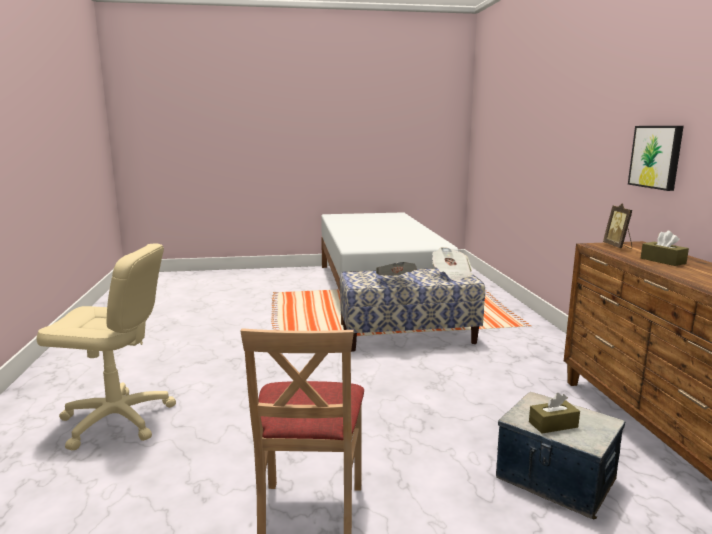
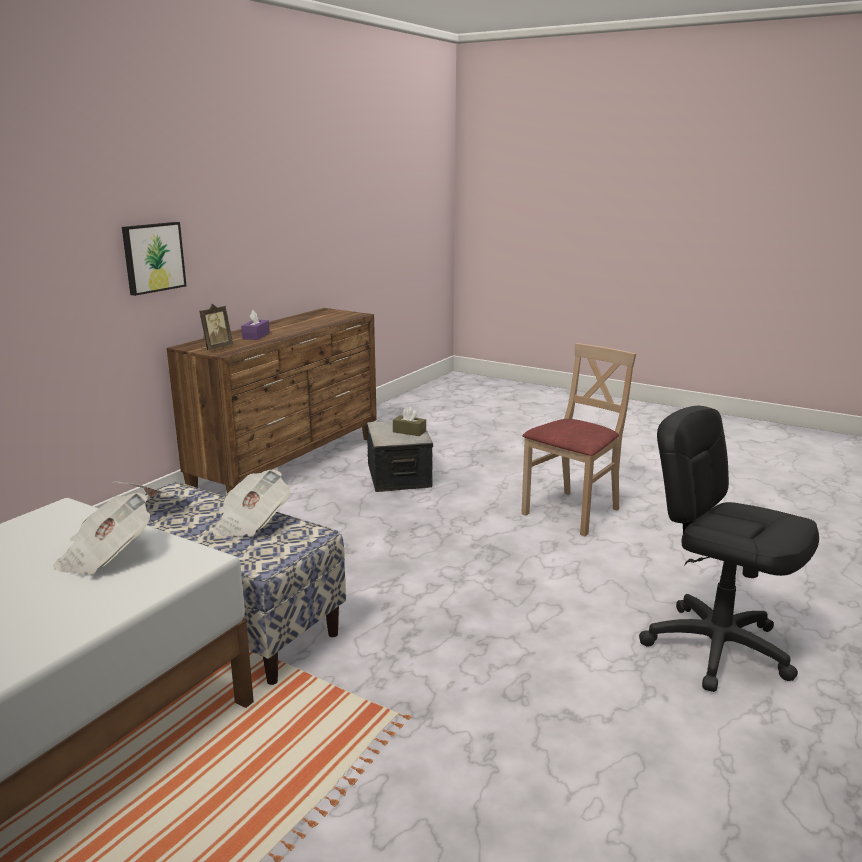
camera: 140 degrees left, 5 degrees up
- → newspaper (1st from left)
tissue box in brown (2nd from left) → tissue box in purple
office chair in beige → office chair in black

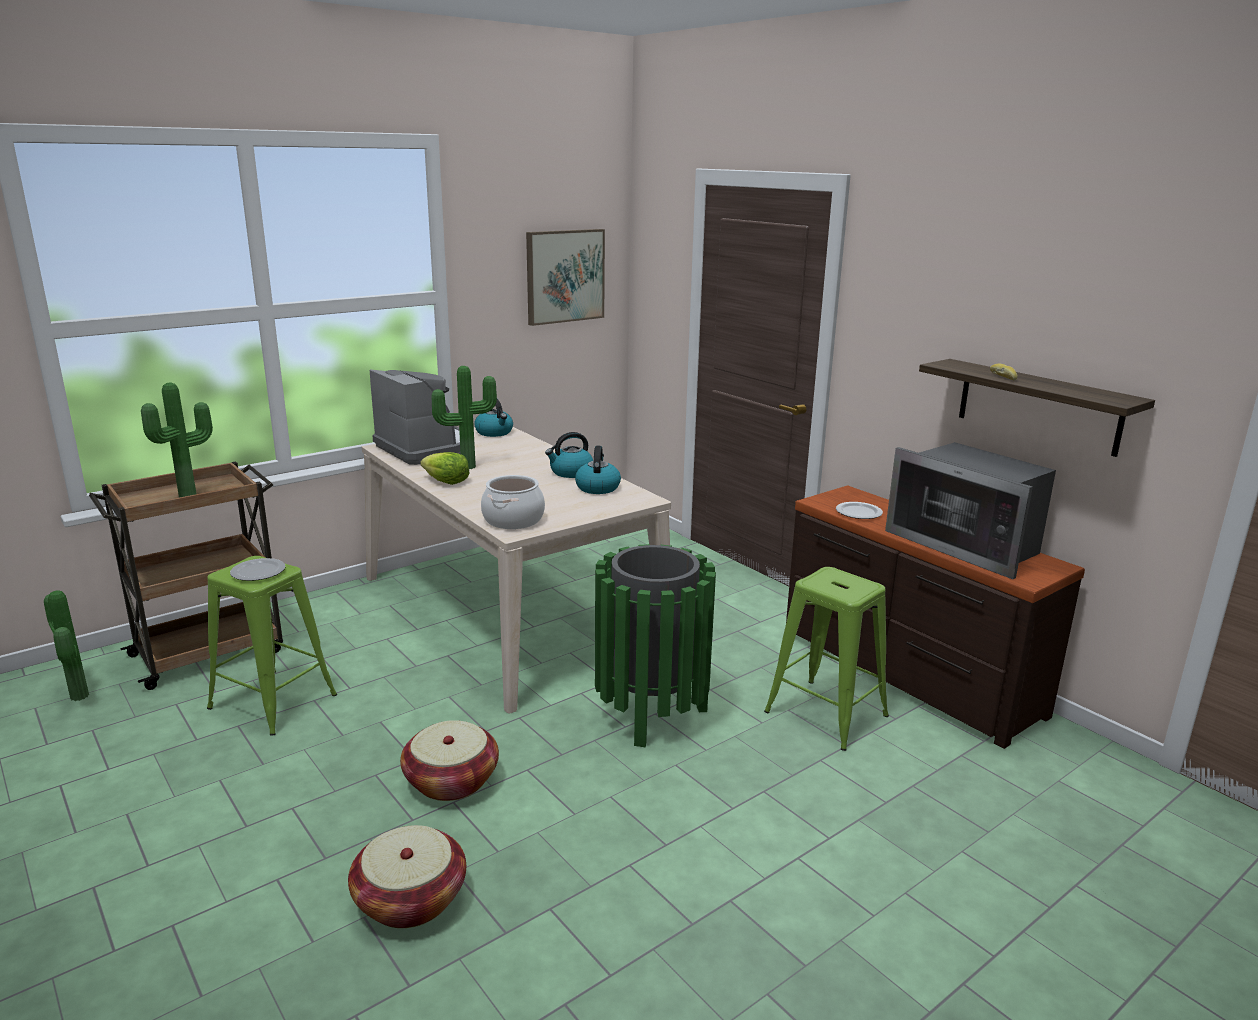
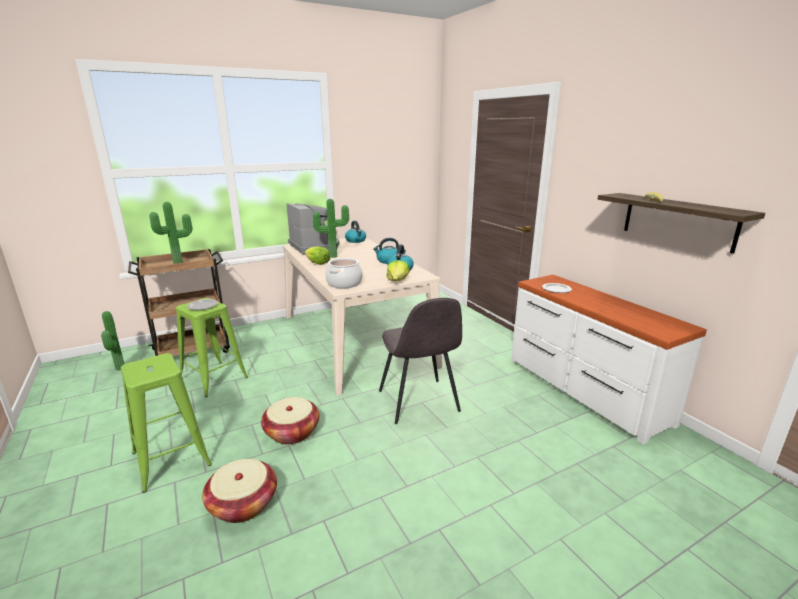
camera: 10 degrees right, 0 degrees up
stool in green (2nd from left in the first image) → stool in green (1st from left), moved
trash can in green → chair in grey
- → lettuce (2nd from left)
dresser in brown → dresser in white
picture → -
microwave → -

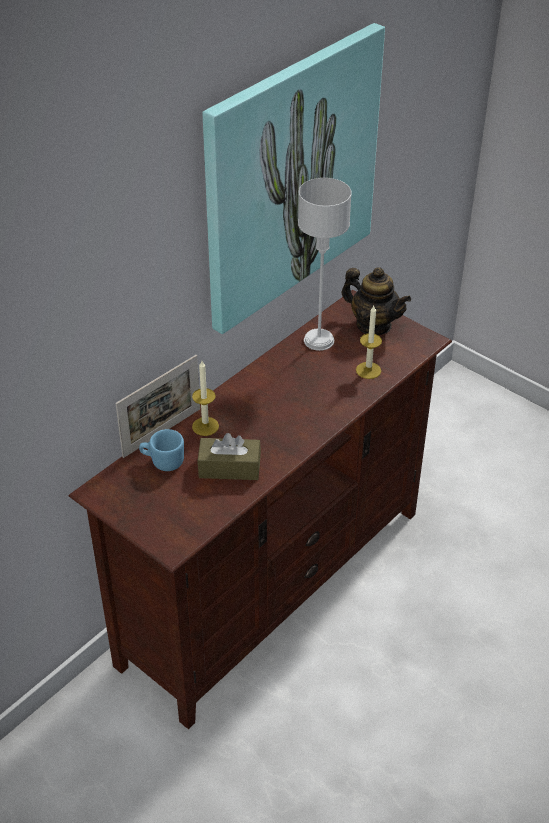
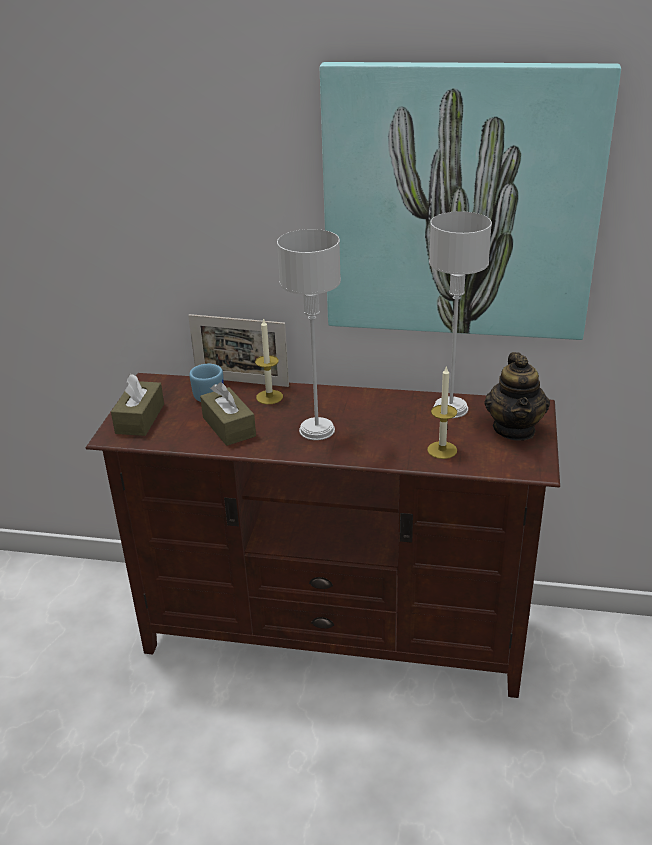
camera: 60 degrees right, 10 degrees down
- → tissue box in brown (1st from left)
- → table lamp in grey (1st from left)

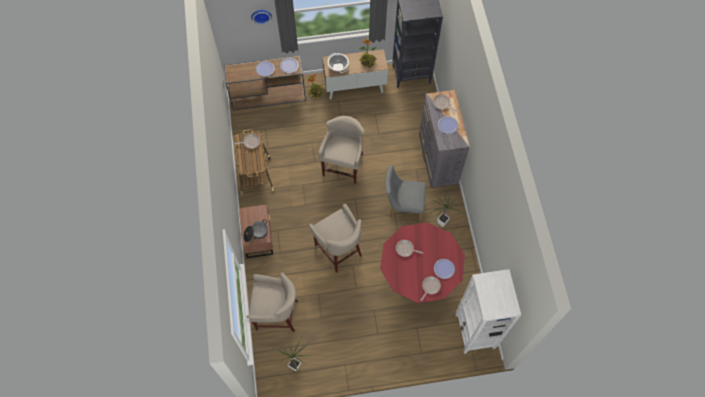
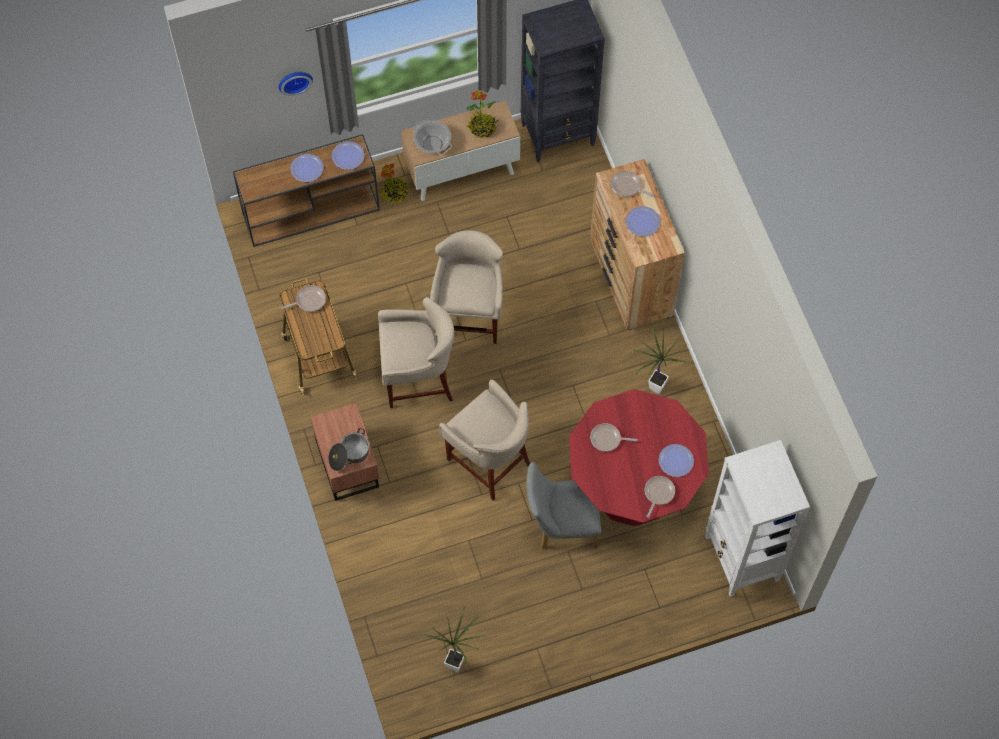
camera: 10 degrees left, 0 degrees up
stool in beige (1st from left), moved
chair in grey, moved
dresser in grey → dresser in brown

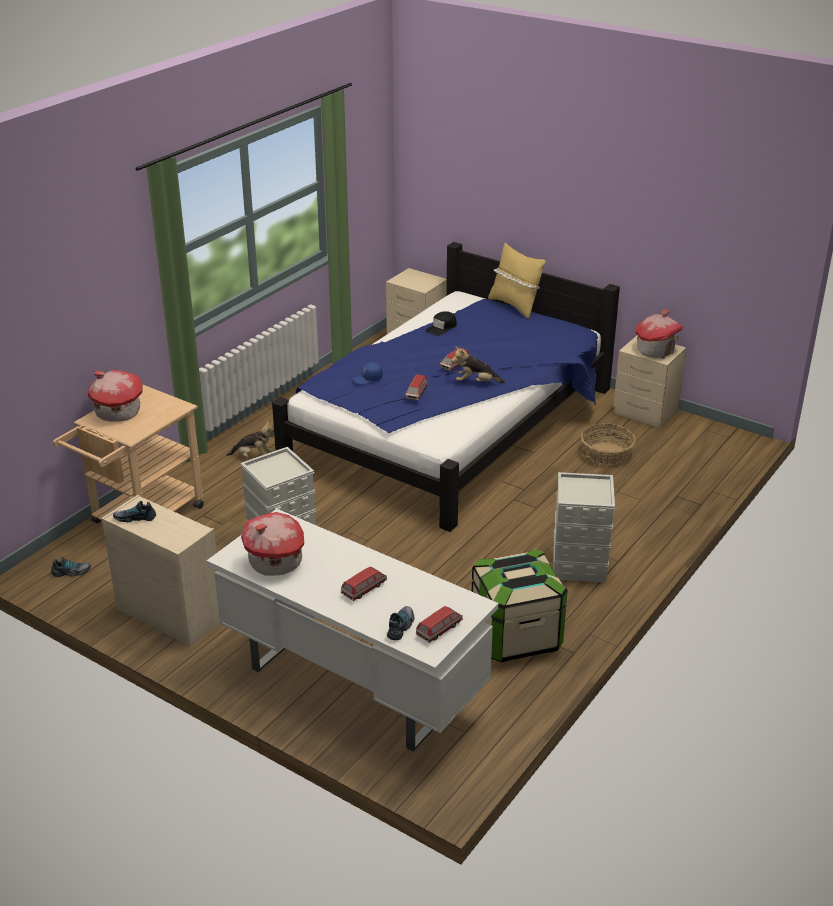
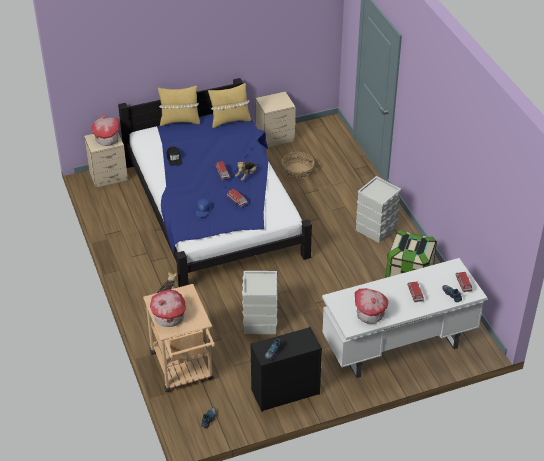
camera: 55 degrees left, 10 degrees up
toy house (3rd from left in the first image) → toy house (1st from left), moved
- → pillow in yellow (2nd from left)
dresser in beige → dresser in black

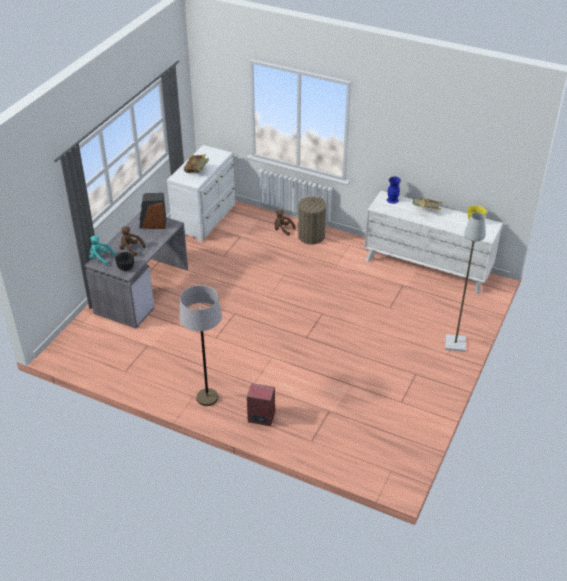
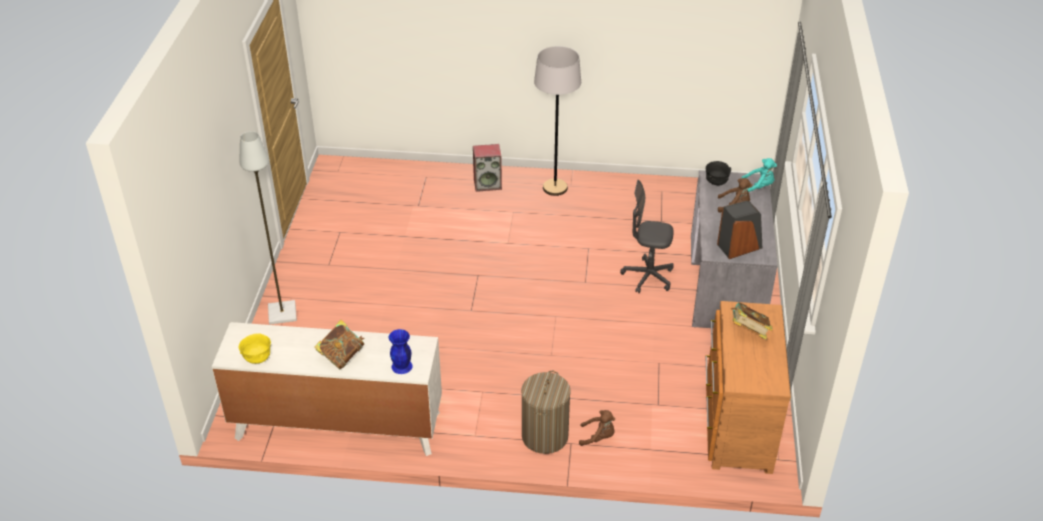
camera: 160 degrees right, 0 degrees up
- → office chair in grey
dresser in white (1st from left) → dresser in brown

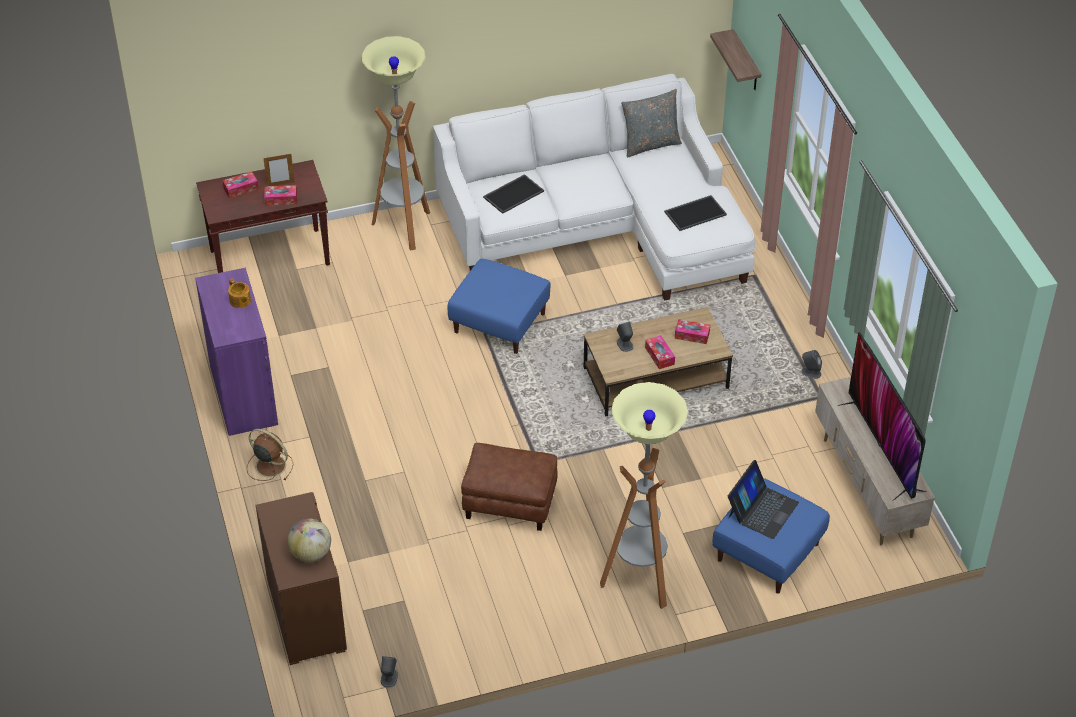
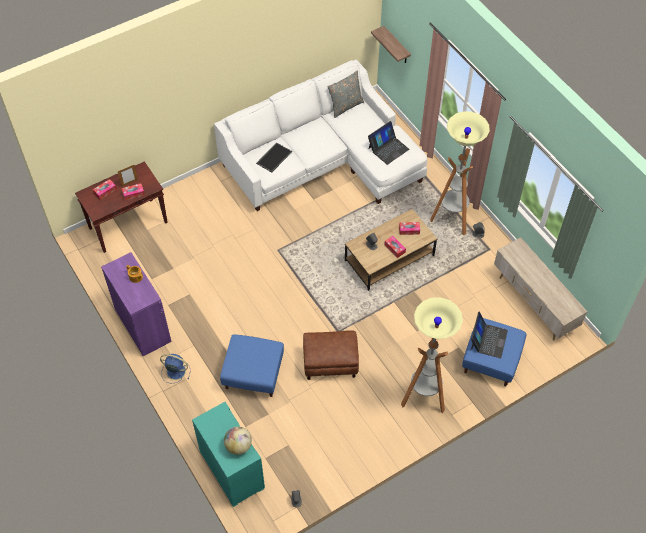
camera: 15 degrees left, 10 degrees up
fan in brown → fan in blue
dresser in brown → dresser in turquoise
ottoman in blue (1st from left), moved
tray (2nd from left) → laptop (1st from left)
floor lamp (1st from left in the first image) → floor lamp (2nd from left), moved
television → -

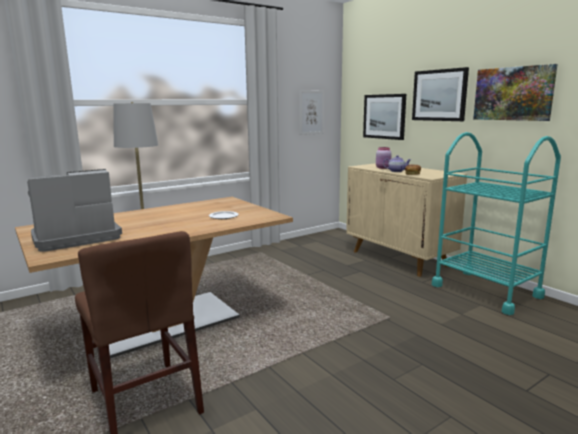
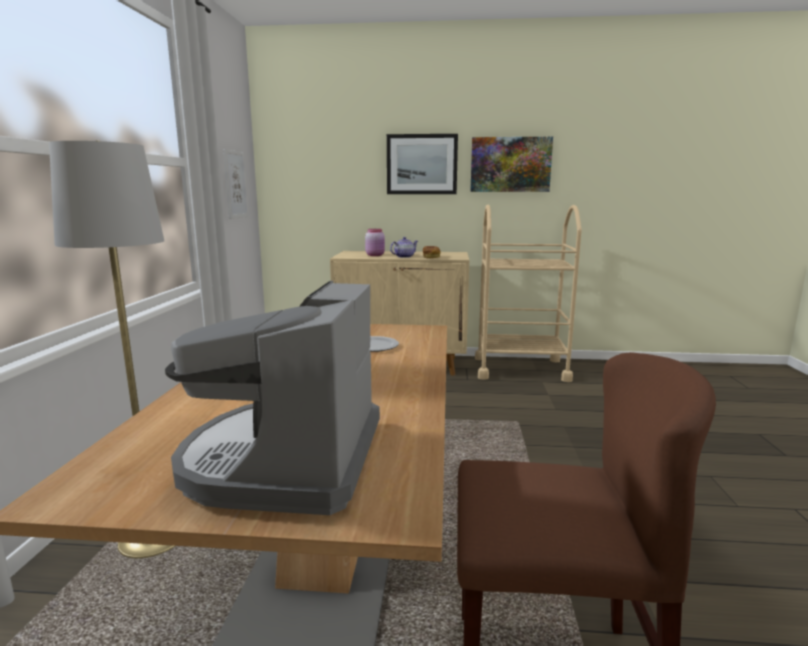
camera: 50 degrees left, 0 degrees up
cart in turquoise → cart in beige
picture (2nd from left) → -

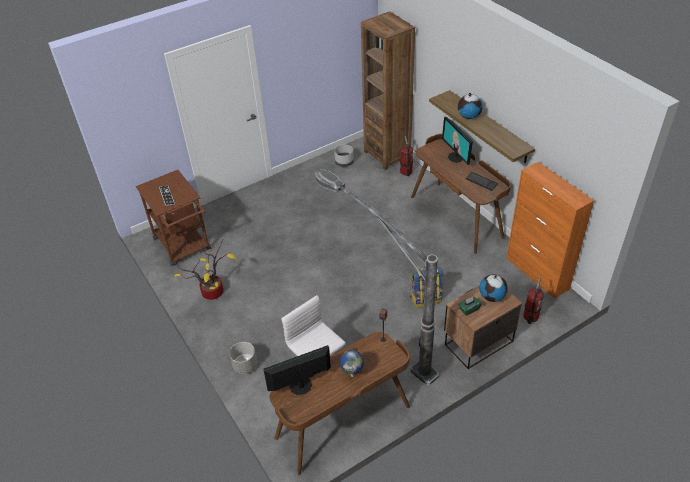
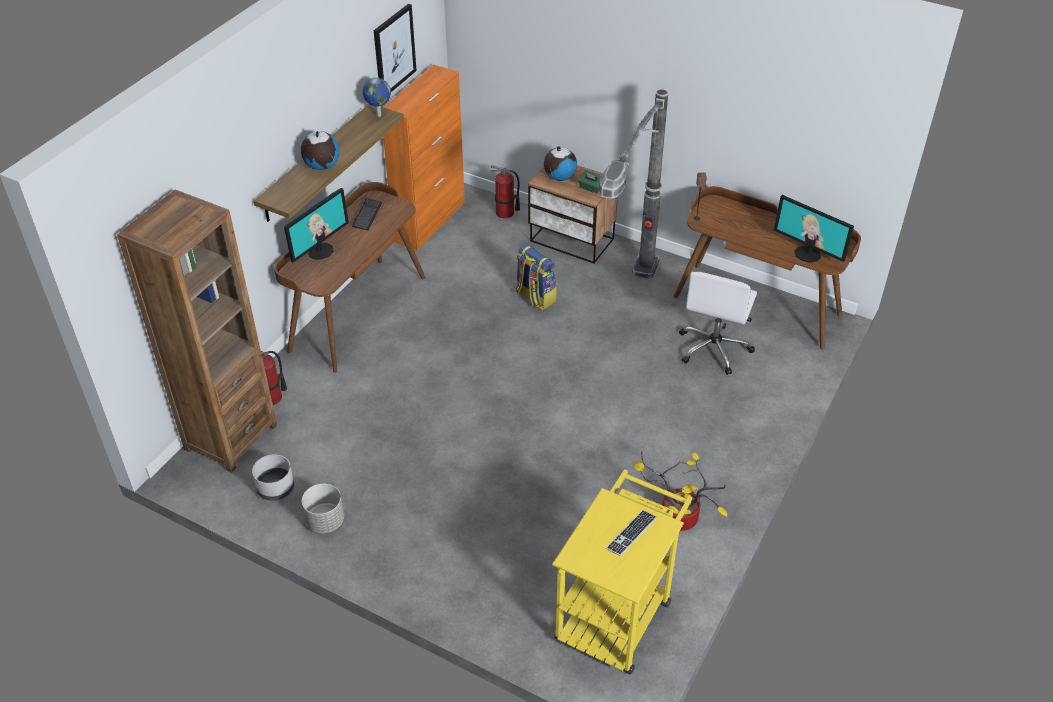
camera: 120 degrees left, 0 degrees up
planter in grey (1st from left in the first image) → planter in grey (2nd from left), moved
globe (1st from left in the first image) → globe (2nd from left), moved
- → picture
cart in brown → cart in yellow

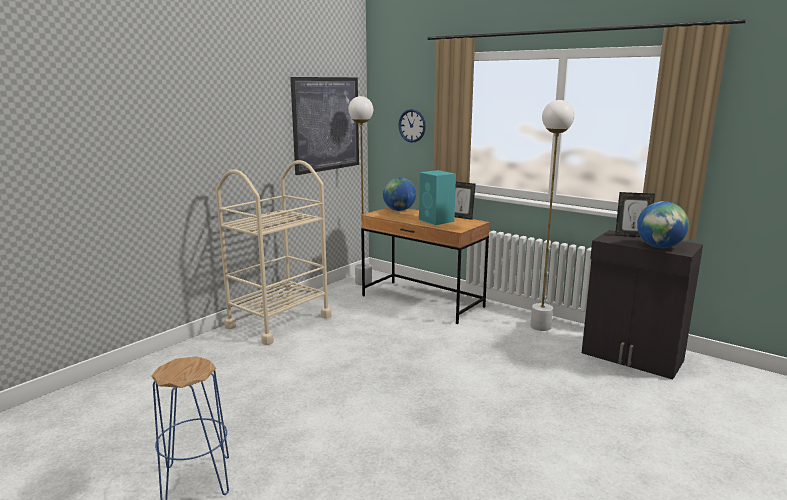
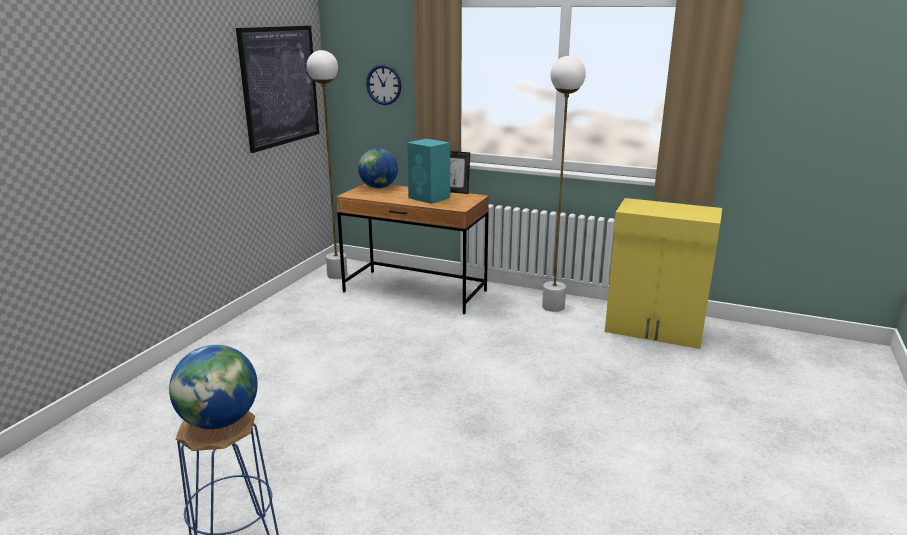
camera: 15 degrees left, 5 degrees up
globe (2nd from left in the first image) → globe (1st from left), moved
cabinet in black → cabinet in yellow
cart in beige → -
picture frame (2nd from left) → -

